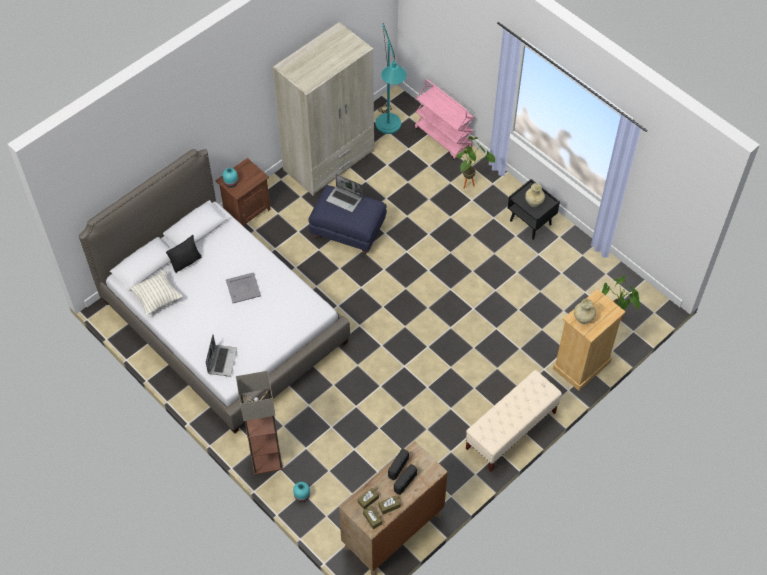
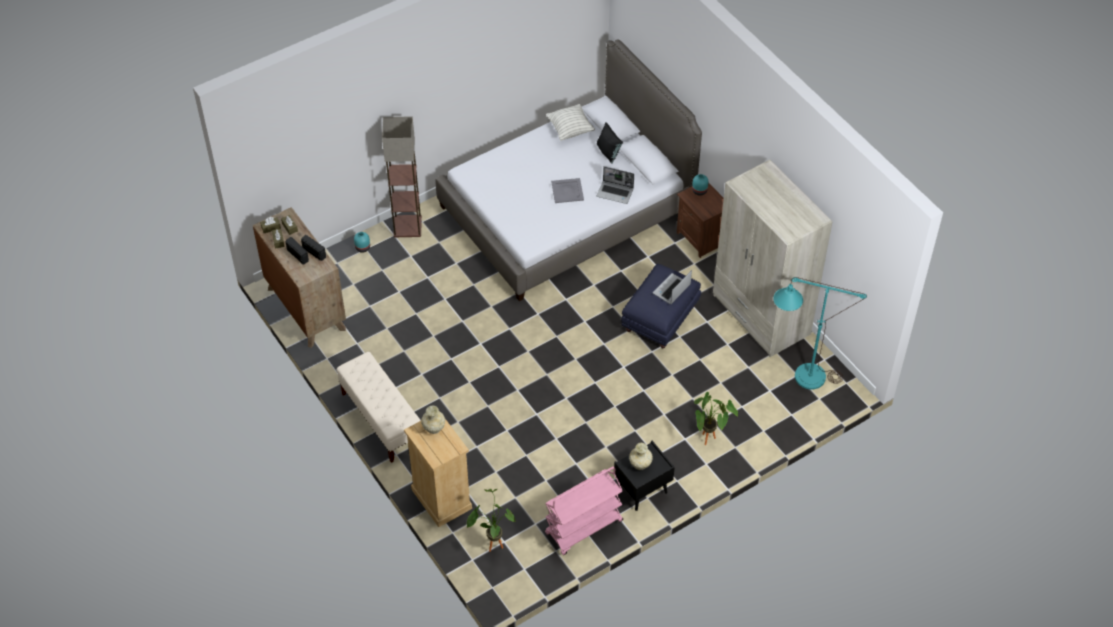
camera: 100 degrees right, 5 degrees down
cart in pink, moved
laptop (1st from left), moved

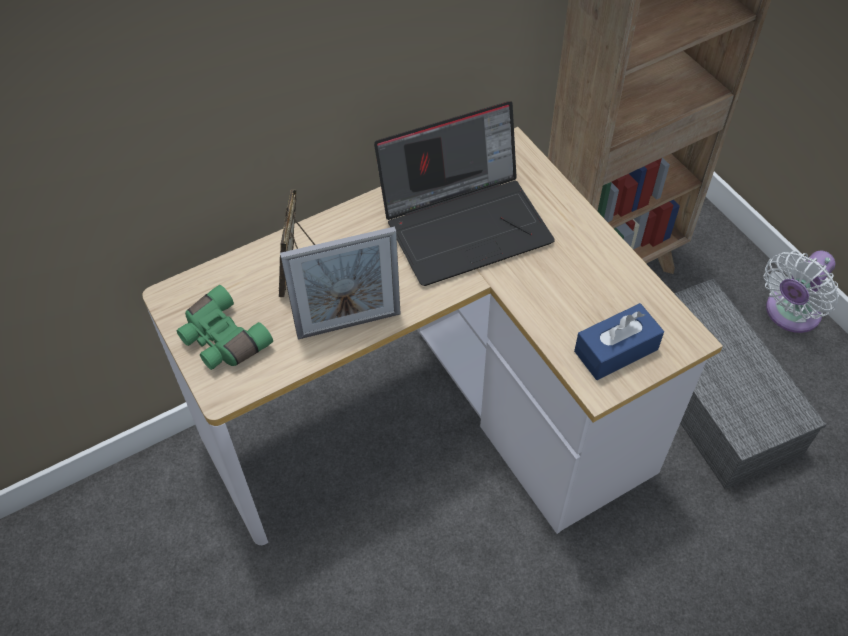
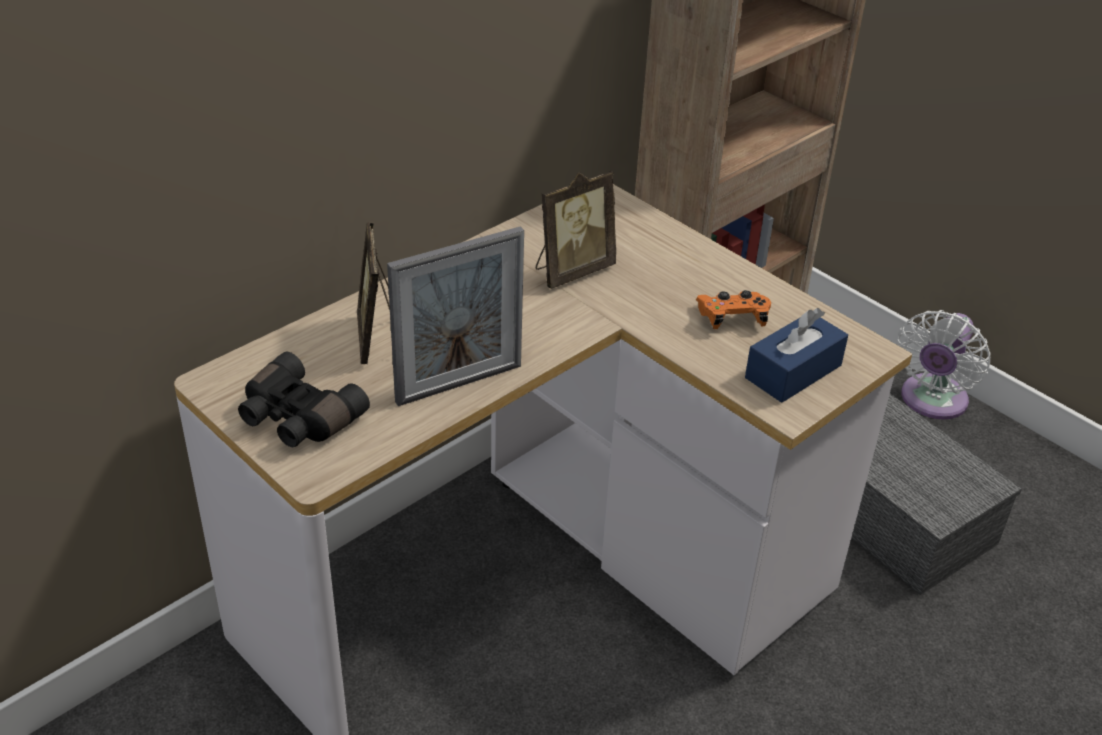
camera: 15 degrees left, 15 degrees down
binoculars in green → binoculars in black
laptop → picture frame (3rd from left)
- → game controller in orange

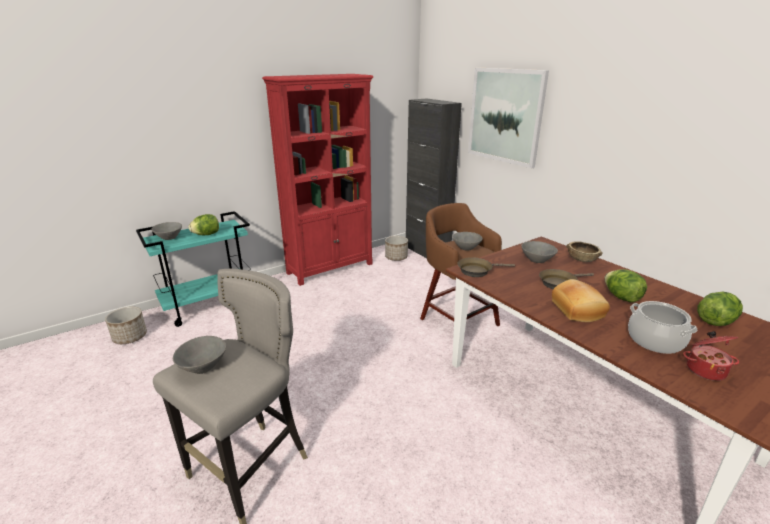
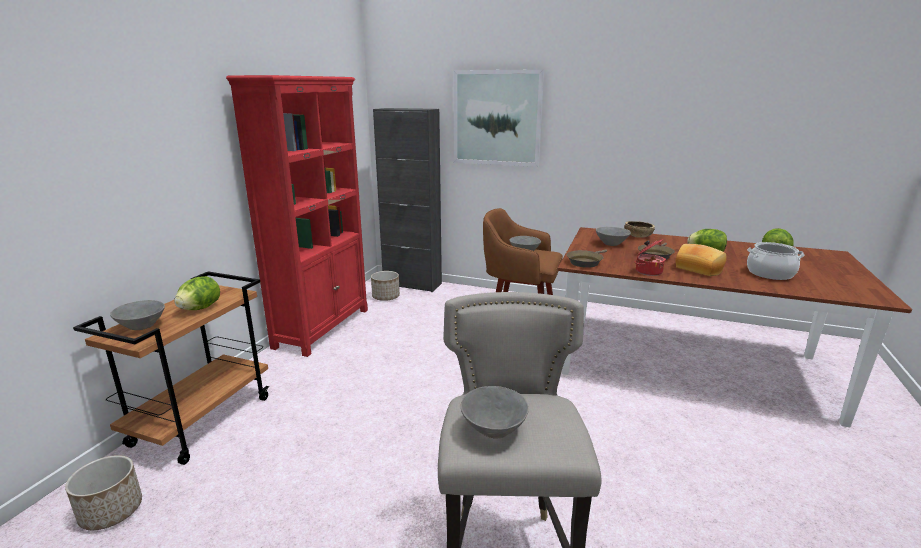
camera: 35 degrees left, 5 degrees down
cart in turquoise → cart in brown
cooking pot (2nd from left in the first image) → cooking pot (1st from left), moved

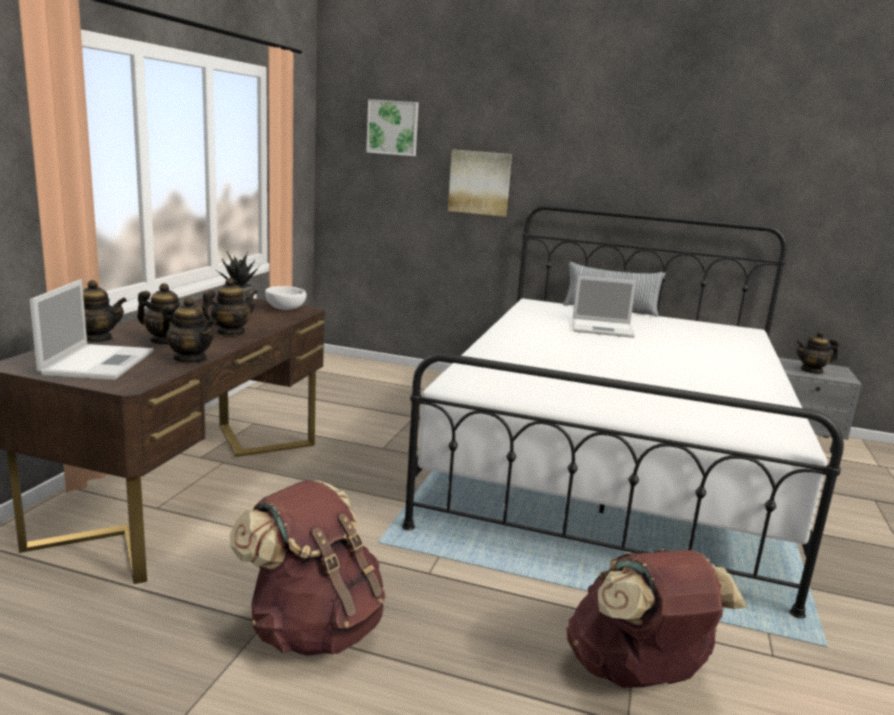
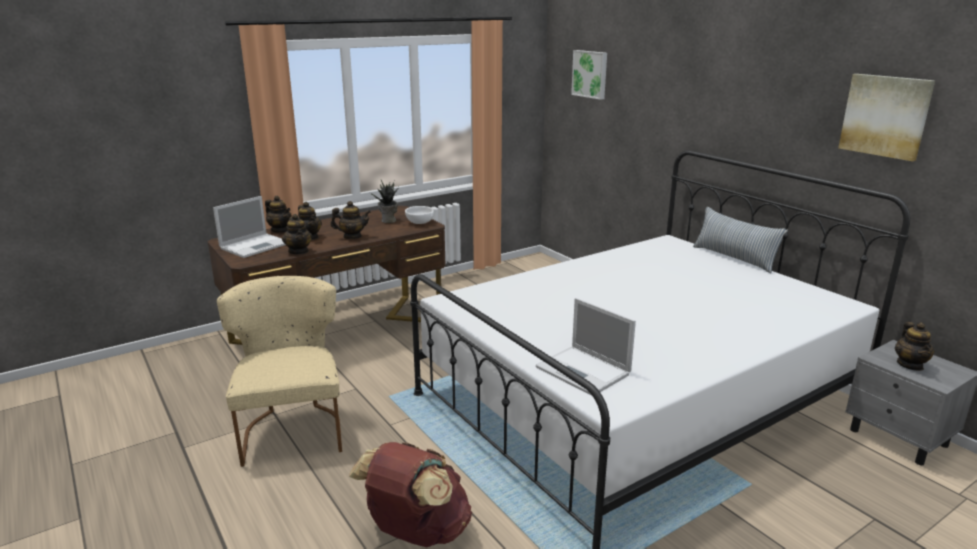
camera: 40 degrees right, 5 degrees up
backpack in brown (1st from left) → chair in beige
laptop (2nd from left), moved
picture (2nd from left), moved
teapot (5th from left), 120 degrees counterclockwise

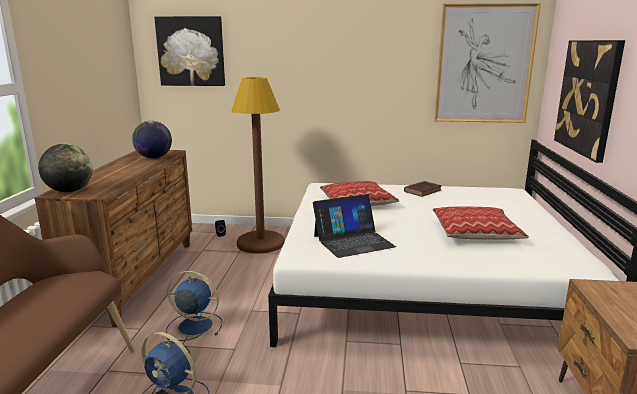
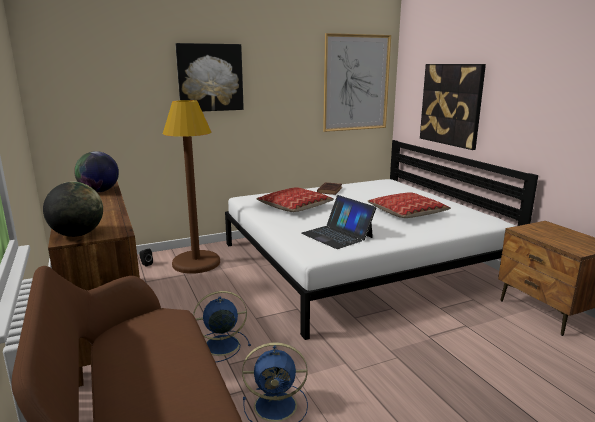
camera: 30 degrees left, 0 degrees up
picture (1st from left), moved
laptop, 105 degrees clockwise

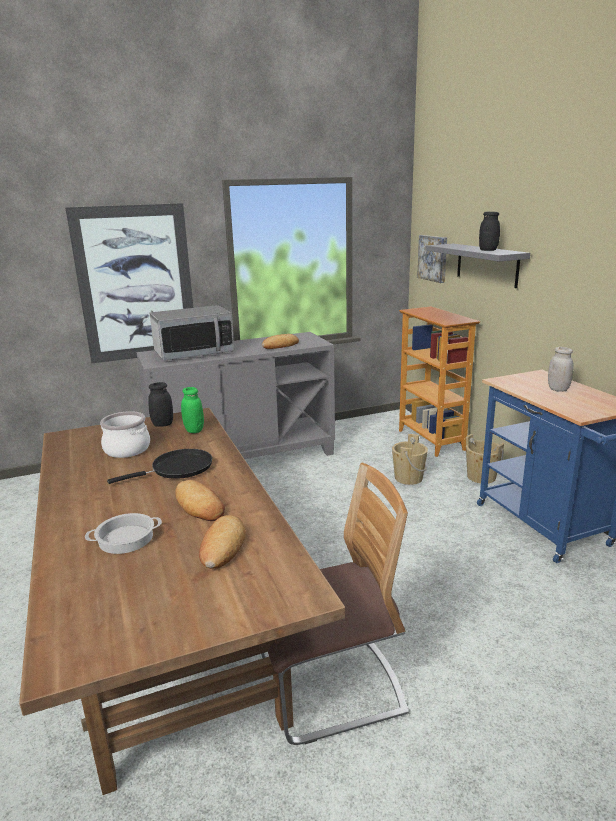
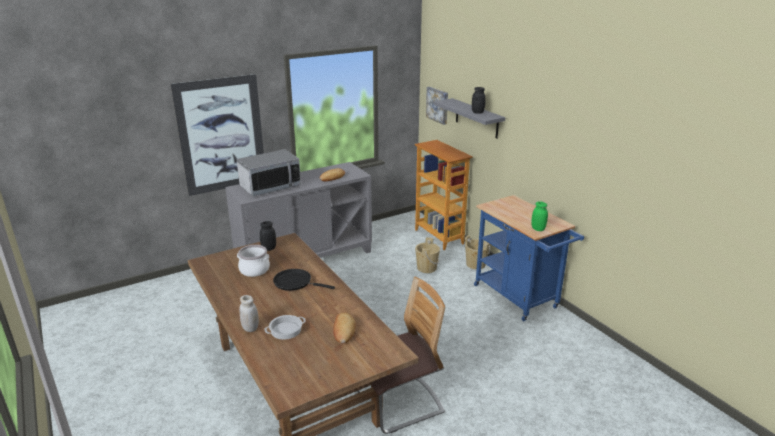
camera: 10 degrees left, 5 degrees up
jar in white, moved
frying pan in black, 120 degrees counterclockwise
jar in green, moved
bread (1st from left) → -

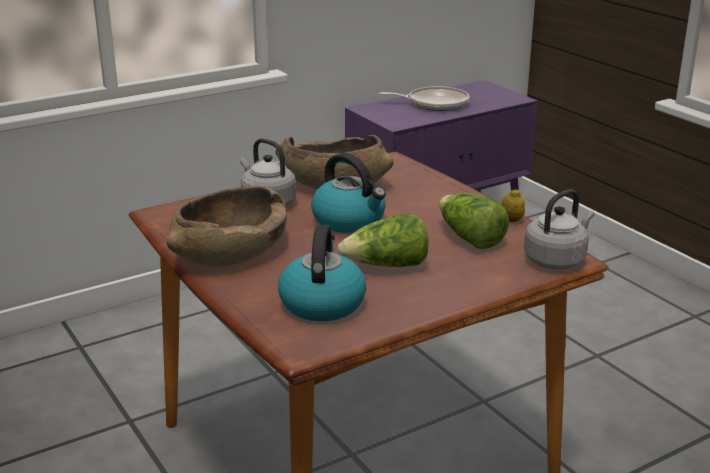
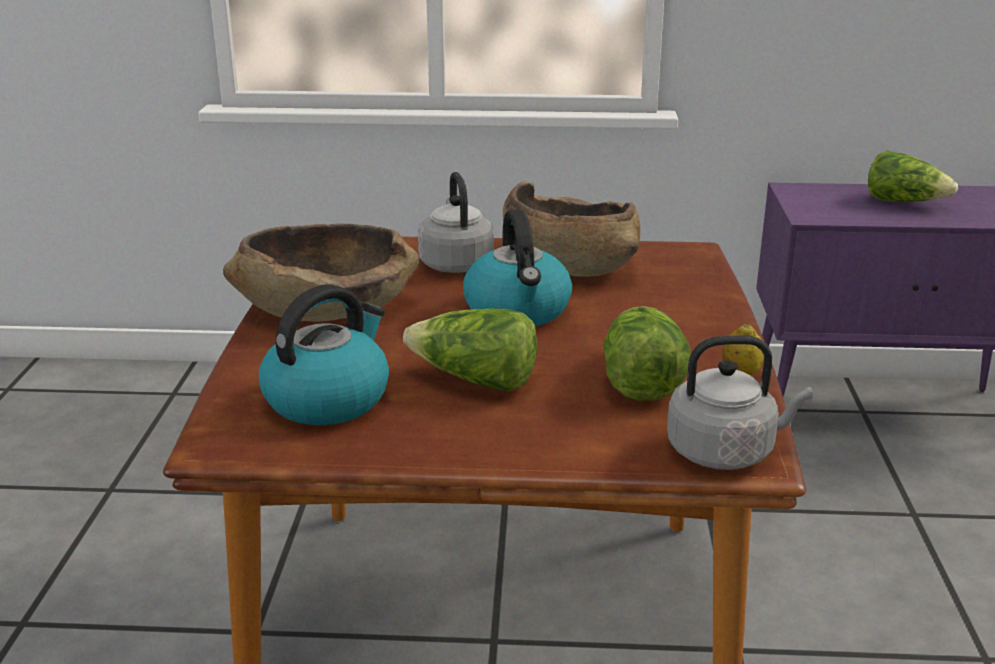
camera: 35 degrees right, 0 degrees up
frying pan → lettuce (3rd from left)

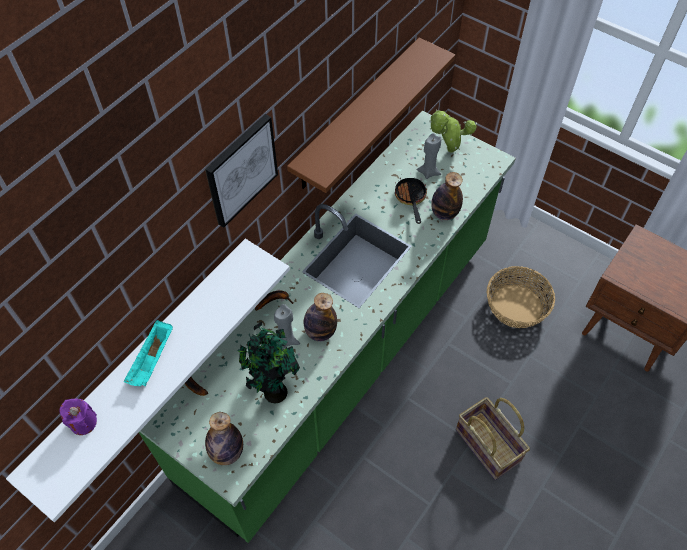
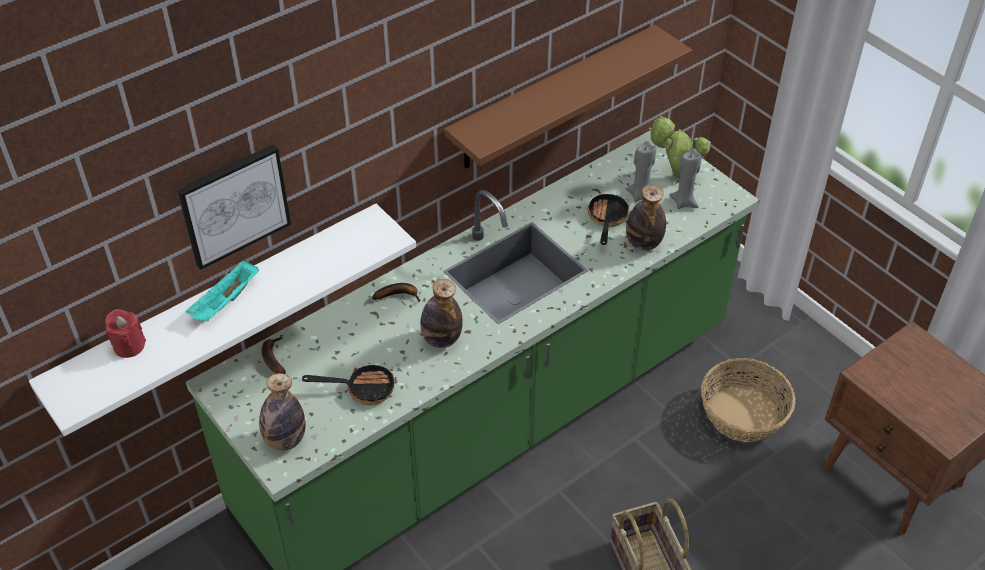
camera: 15 degrees right, 10 degrees down
candle in purple → candle in red
picture, moved
potted plant (1st from left) → frying pan (1st from left)
candle in grey (1st from left in the first image) → candle in grey (2nd from left), moved

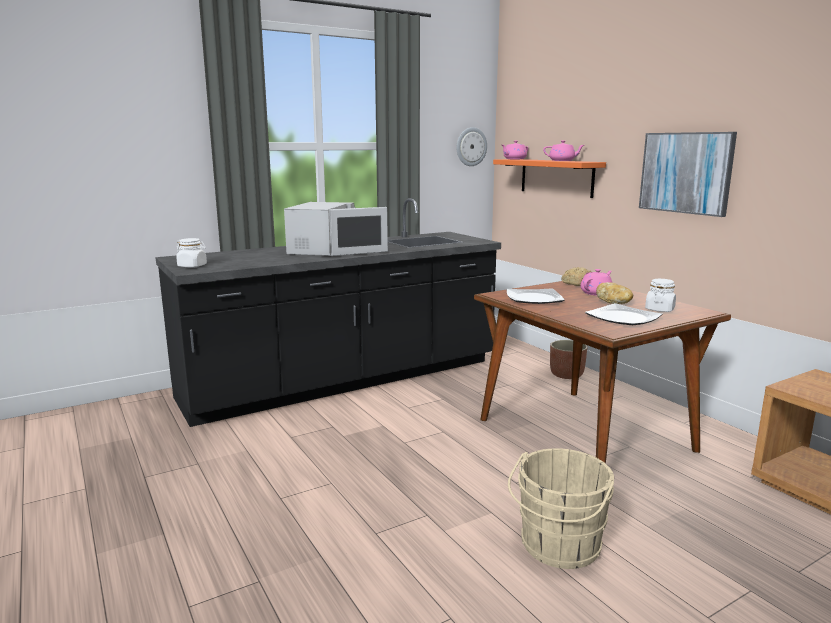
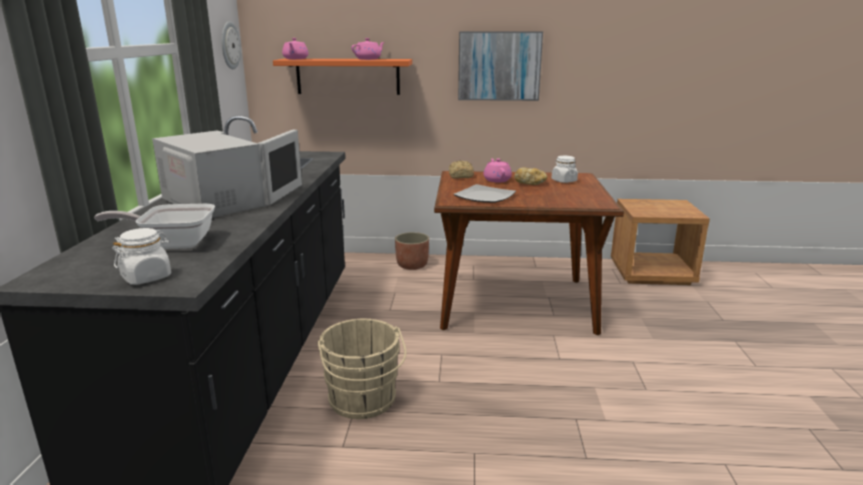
camera: 55 degrees left, 5 degrees up
- → frying pan
bucket in beige, moved
plate (2nd from left) → -

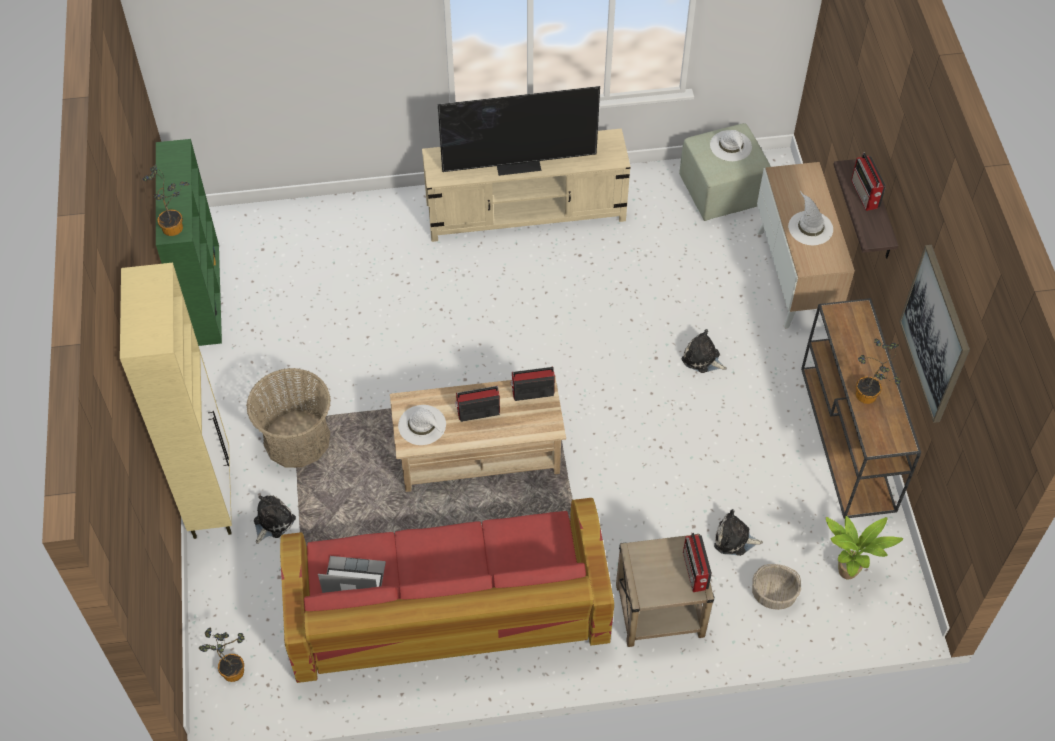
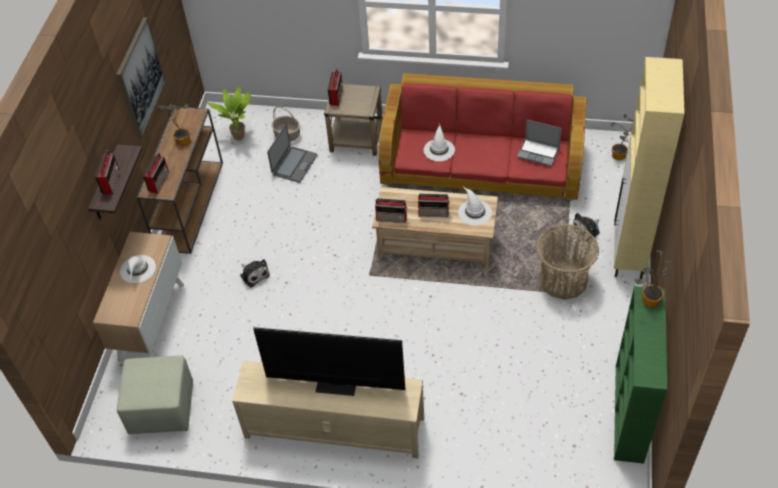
camera: 160 degrees left, 5 degrees down
- → radio (2nd from left)
plush toy (3rd from left) → laptop (1st from left)
hat in white (2nd from left), moved

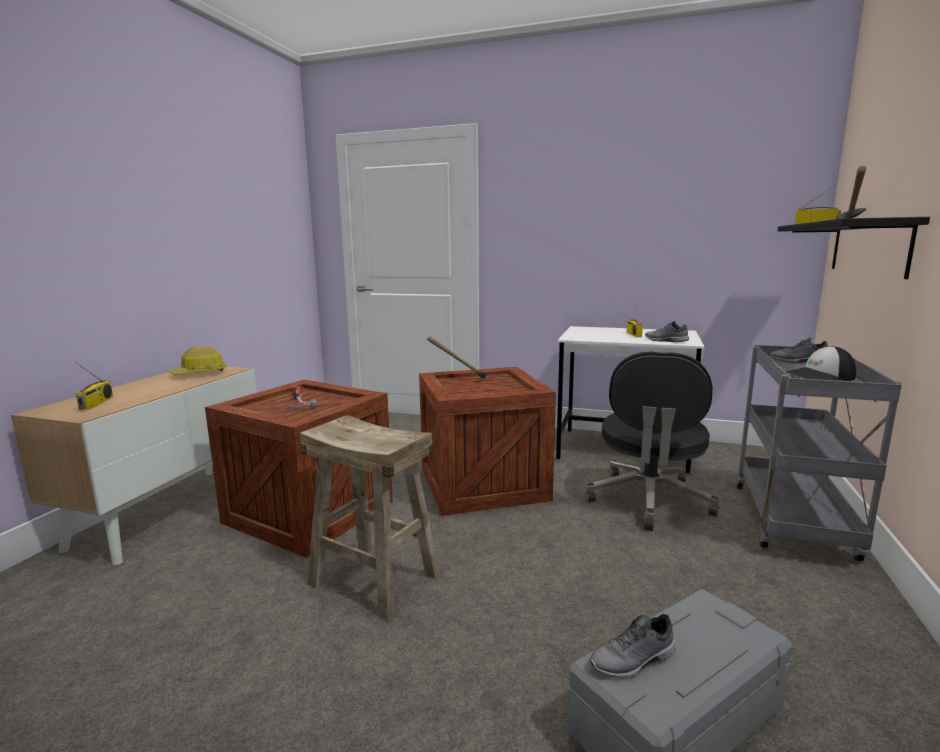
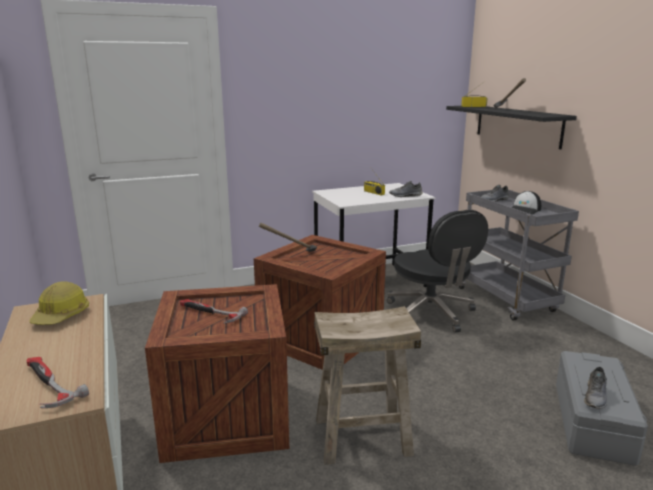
camera: 40 degrees left, 5 degrees up
radio (1st from left) → hammer (1st from left)

